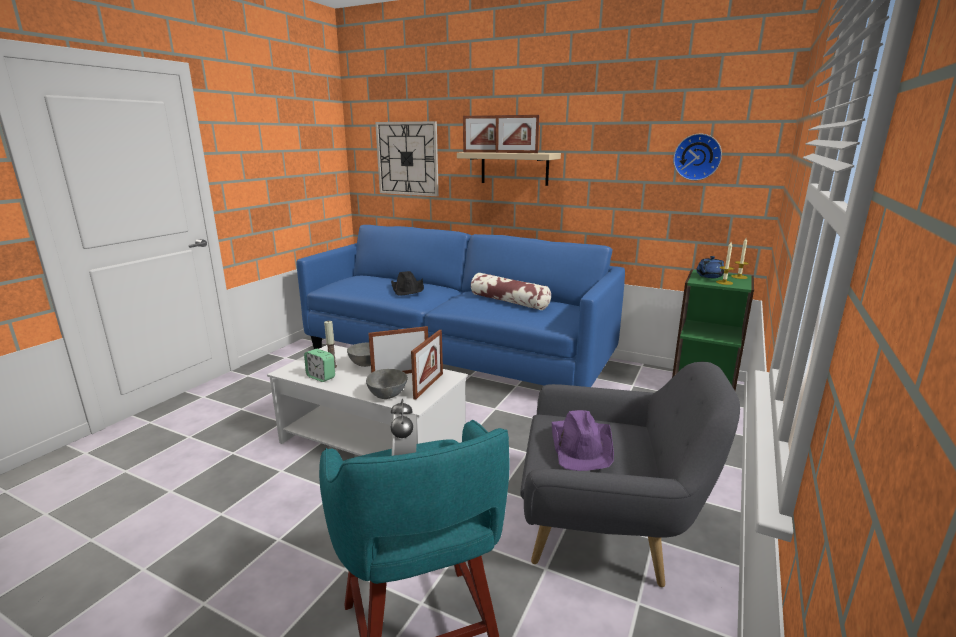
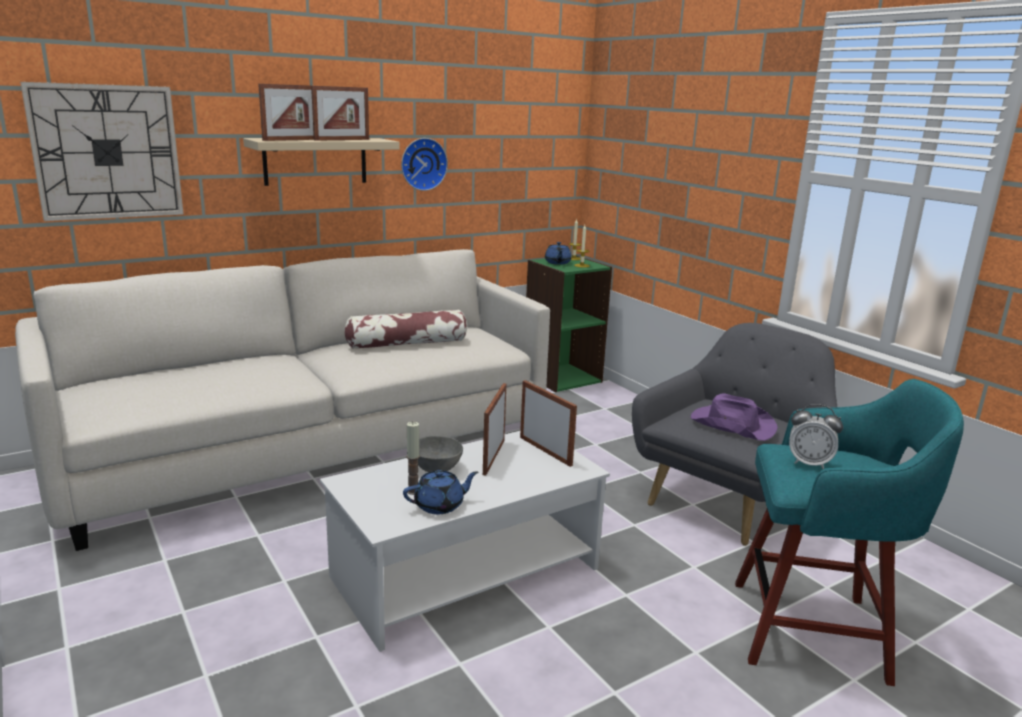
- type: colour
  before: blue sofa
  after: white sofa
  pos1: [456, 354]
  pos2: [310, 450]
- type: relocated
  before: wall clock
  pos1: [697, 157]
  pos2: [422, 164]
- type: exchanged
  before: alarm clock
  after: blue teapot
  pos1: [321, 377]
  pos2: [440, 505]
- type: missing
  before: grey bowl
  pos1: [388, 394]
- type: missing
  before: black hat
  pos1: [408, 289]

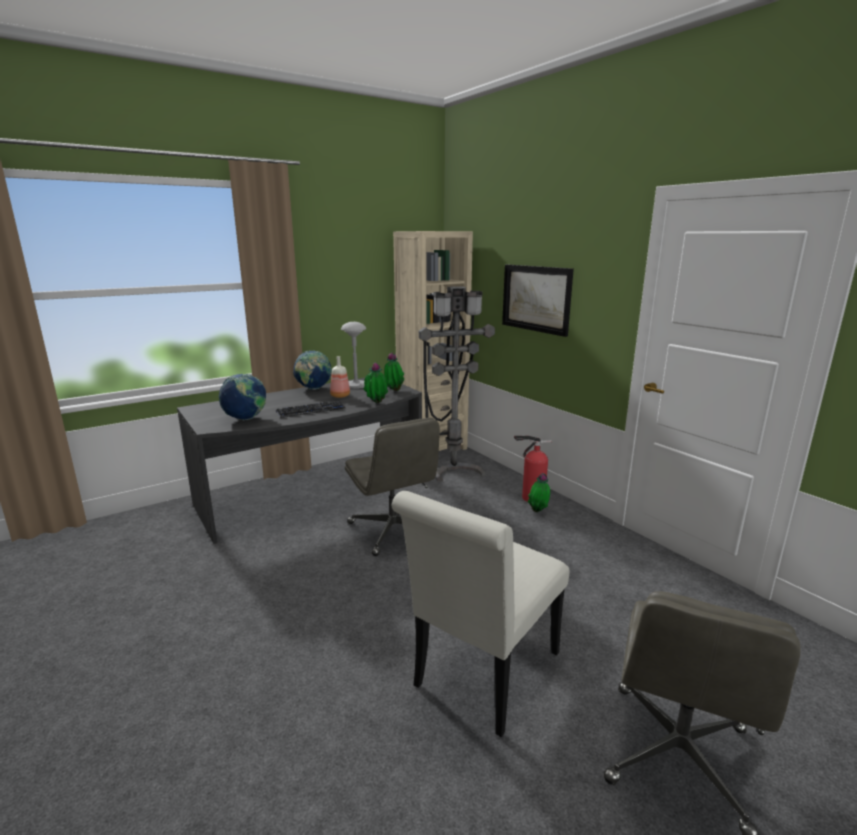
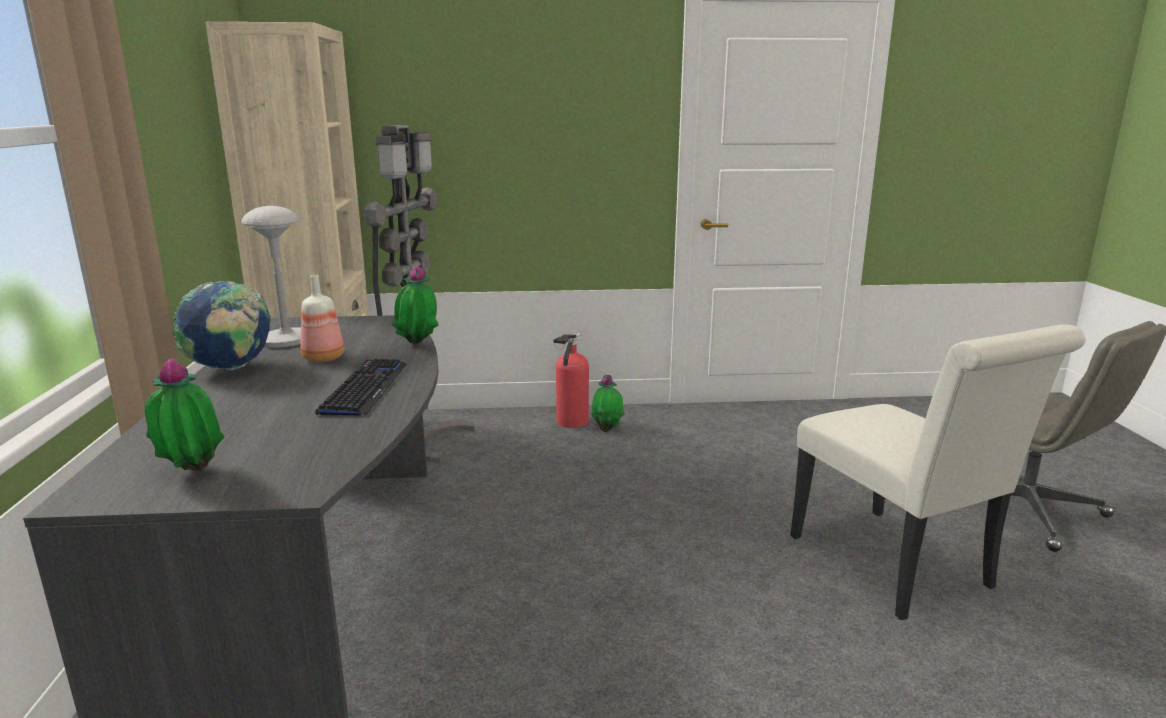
- type: relocated
  before: potted plant
  pos1: [393, 391]
  pos2: [191, 473]
- type: missing
  before: globe
  pos1: [246, 419]
- type: missing
  before: grey office chair
  pos1: [393, 531]
- type: missing
  before: picture
  pos1: [536, 298]

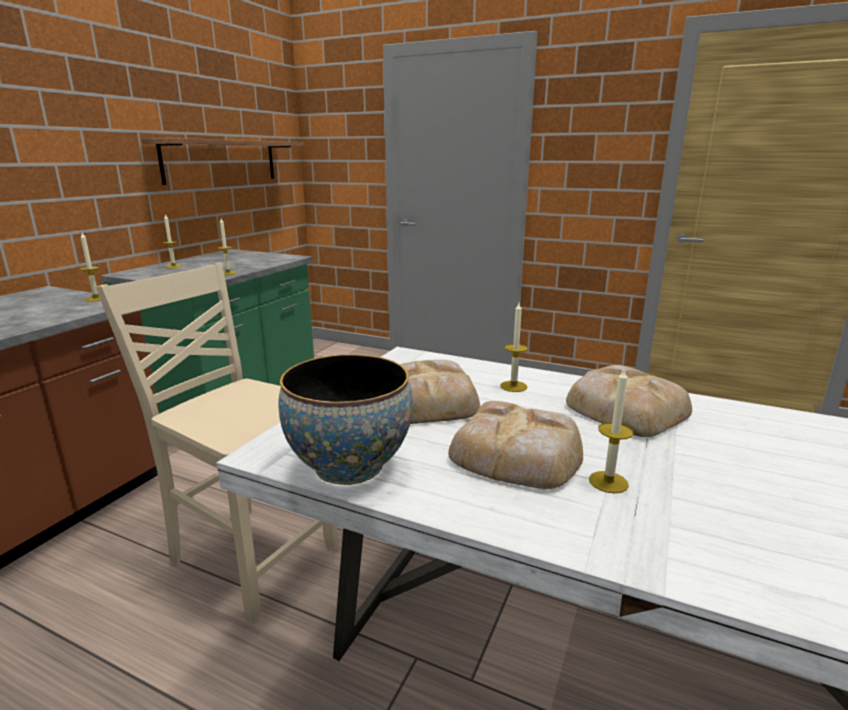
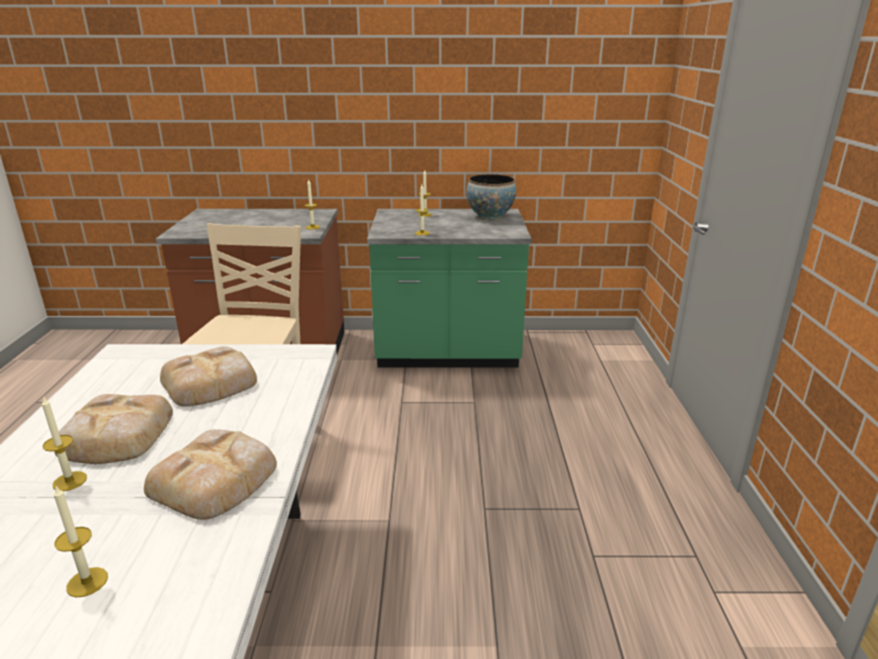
- type: relocated
  before: candle
  pos1: [513, 386]
  pos2: [87, 582]
- type: relocated
  before: bowl
  pos1: [349, 466]
  pos2: [490, 216]
- type: missing
  before: shelf
  pos1: [221, 161]

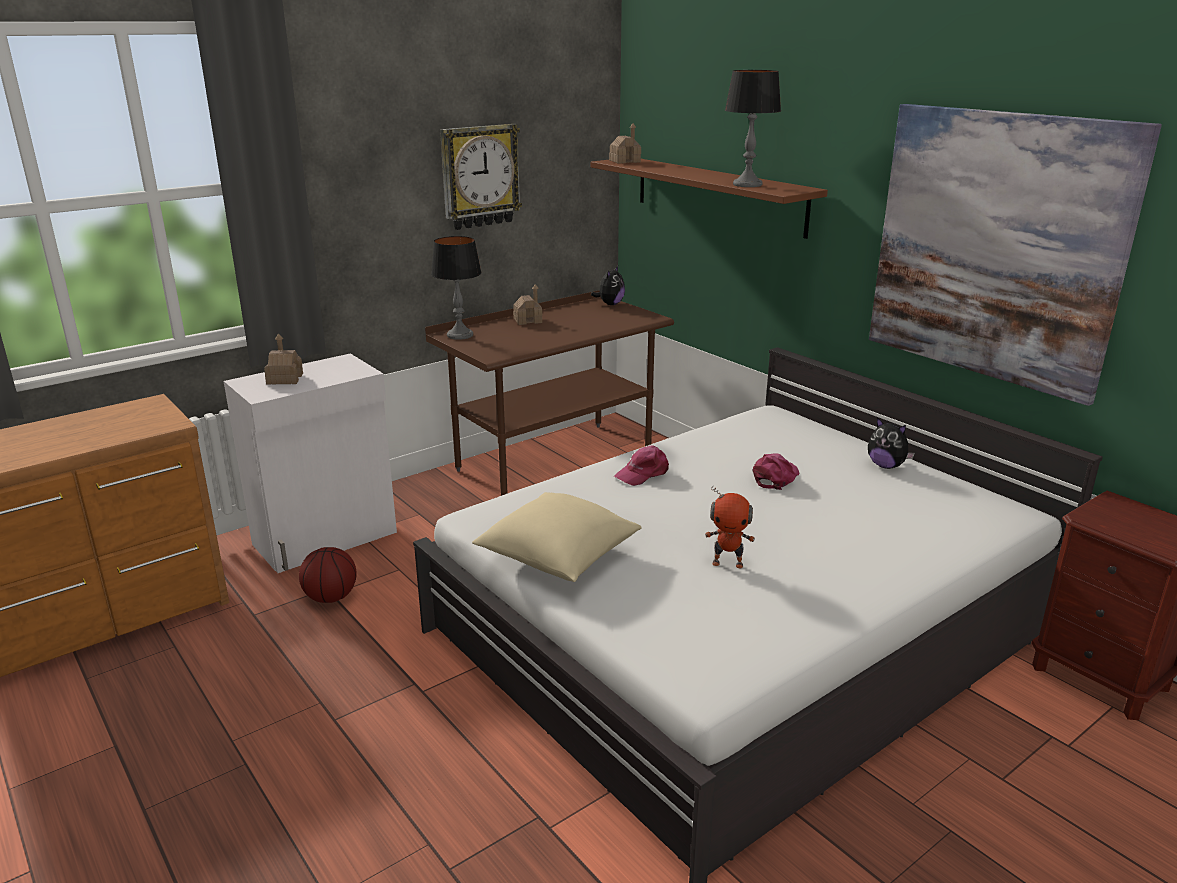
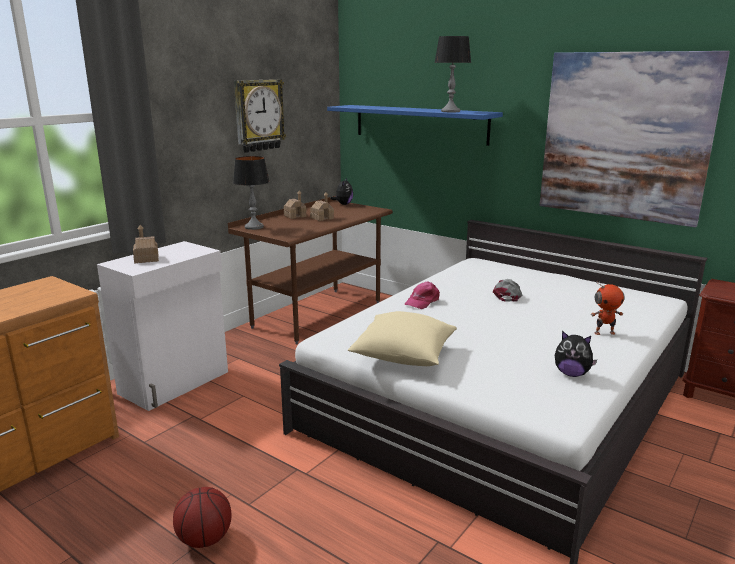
- type: relocated
  before: basketball
  pos1: [330, 597]
  pos2: [204, 539]
- type: relocated
  before: toy house
  pos1: [625, 161]
  pos2: [322, 218]
- type: colour
  before: brown shelf
  after: blue shelf
  pos1: [718, 195]
  pos2: [419, 124]
- type: colour
  before: pink cap
  after: grey cap
  pos1: [775, 477]
  pos2: [508, 295]
- type: relocated
  before: plush toy
  pos1: [886, 466]
  pos2: [572, 374]
- type: relocated
  before: toy robot
  pos1: [728, 563]
  pos2: [604, 332]

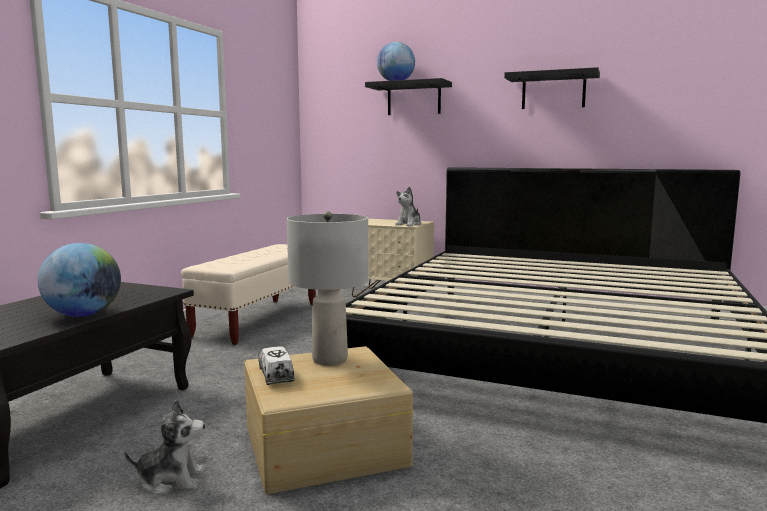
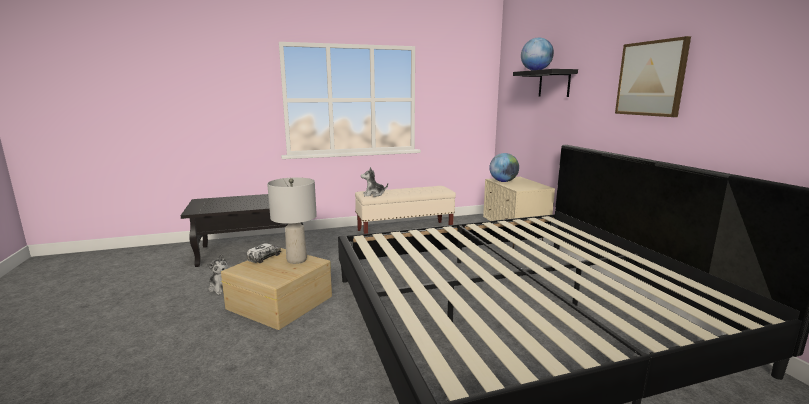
- type: relocated
  before: plush toy
  pos1: [409, 224]
  pos2: [373, 194]
- type: relocated
  before: globe
  pos1: [83, 315]
  pos2: [503, 181]
- type: exchanged
  before: black shelf
  after: picture
  pos1: [553, 91]
  pos2: [651, 78]

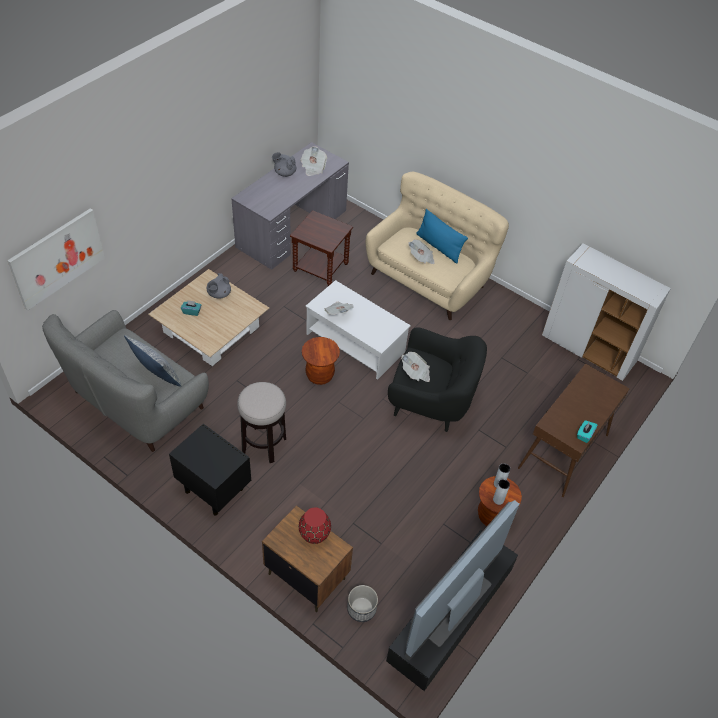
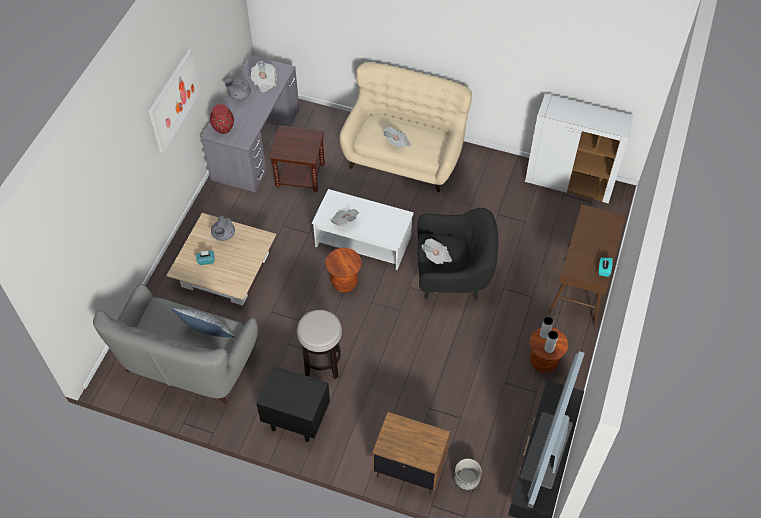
- type: relocated
  before: picture
  pos1: [57, 258]
  pos2: [174, 100]
- type: relocated
  before: red vase
  pos1: [314, 535]
  pos2: [223, 128]
- type: missing
  before: blue pillow
  pos1: [439, 247]

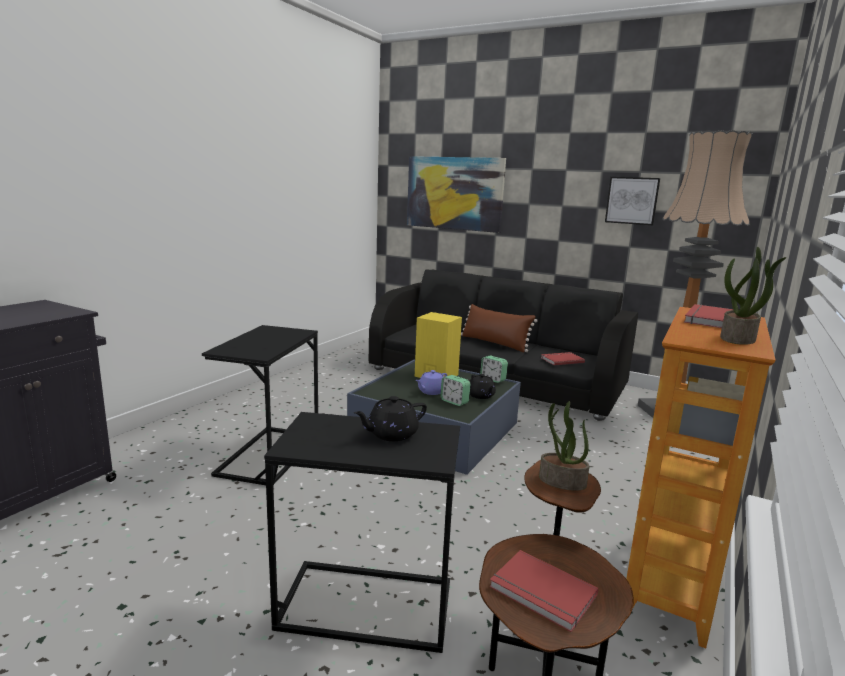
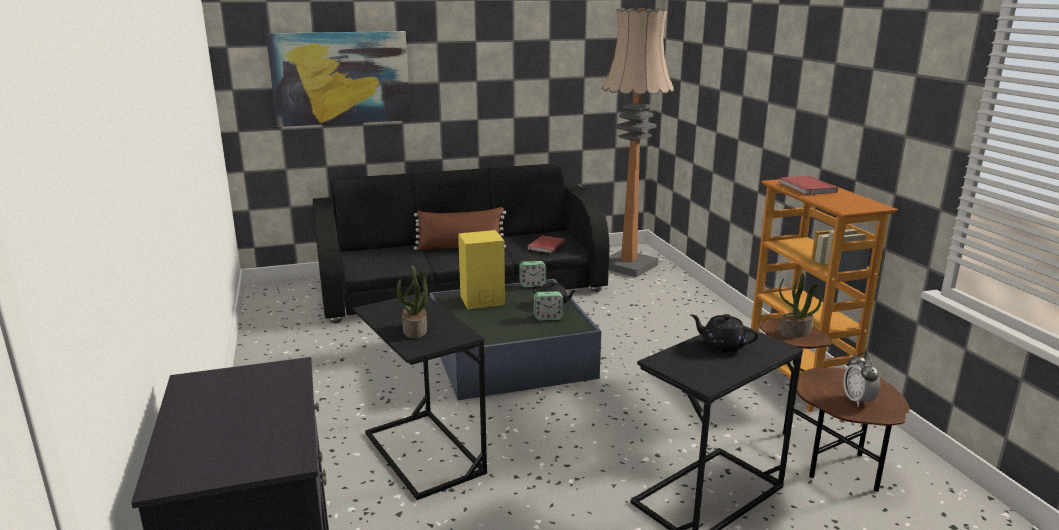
- type: relocated
  before: potted plant
  pos1: [738, 339]
  pos2: [415, 330]
- type: spun
  before: black teapot
  pos1: [391, 434]
  pos2: [722, 345]
  turn: 105
- type: exchanged
  before: red book
  after: alarm clock
  pos1: [542, 593]
  pos2: [858, 400]
- type: missing
  before: purple teapot
  pos1: [431, 391]
- type: missing
  before: picture
  pos1: [632, 200]

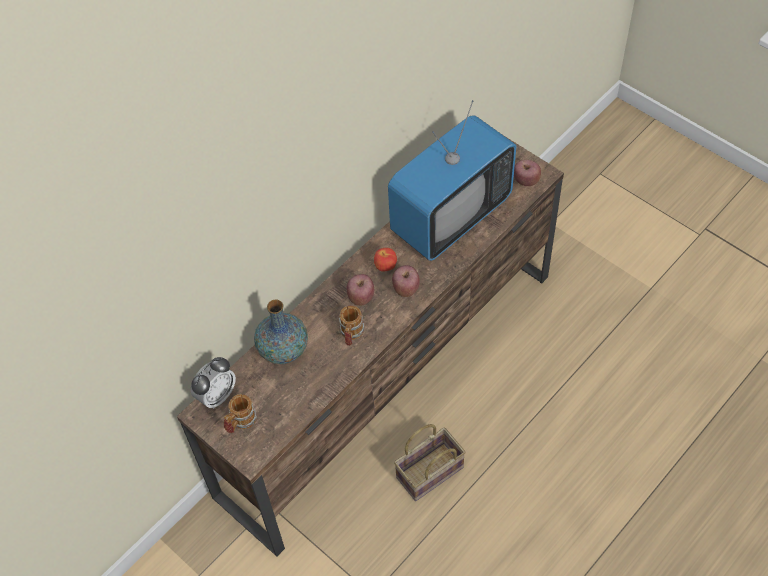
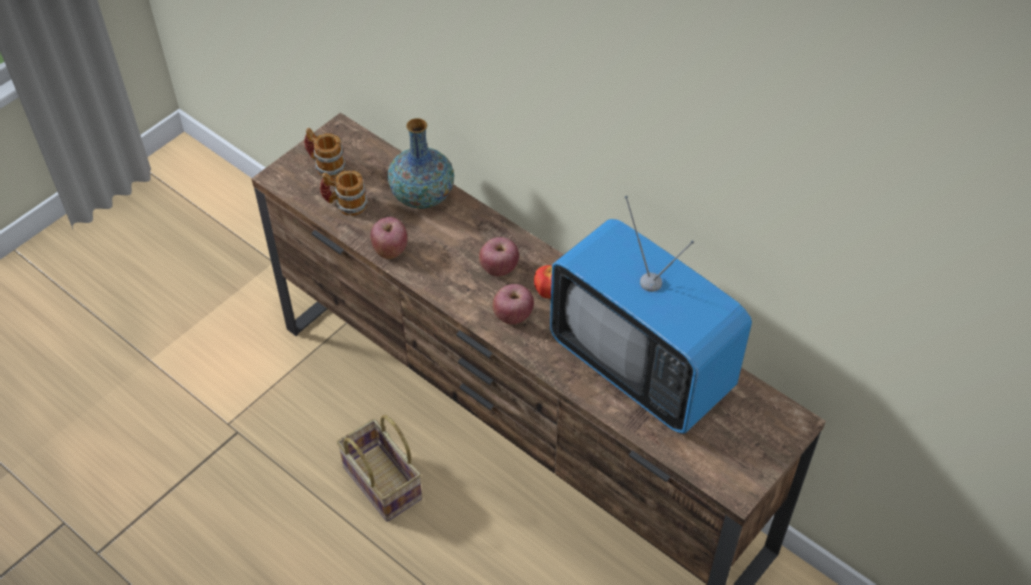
- type: relocated
  before: mug
  pos1: [351, 334]
  pos2: [345, 204]
- type: relocated
  before: apple
  pos1: [526, 181]
  pos2: [390, 249]
- type: missing
  before: alarm clock
  pos1: [217, 395]

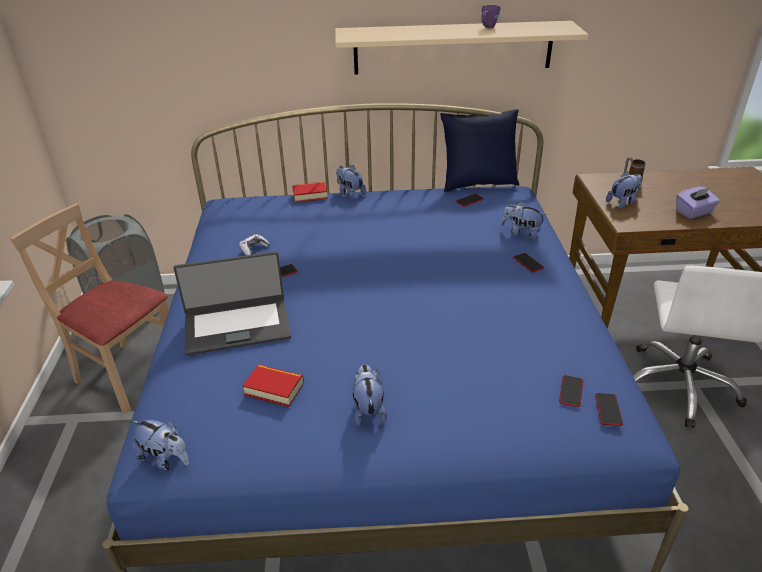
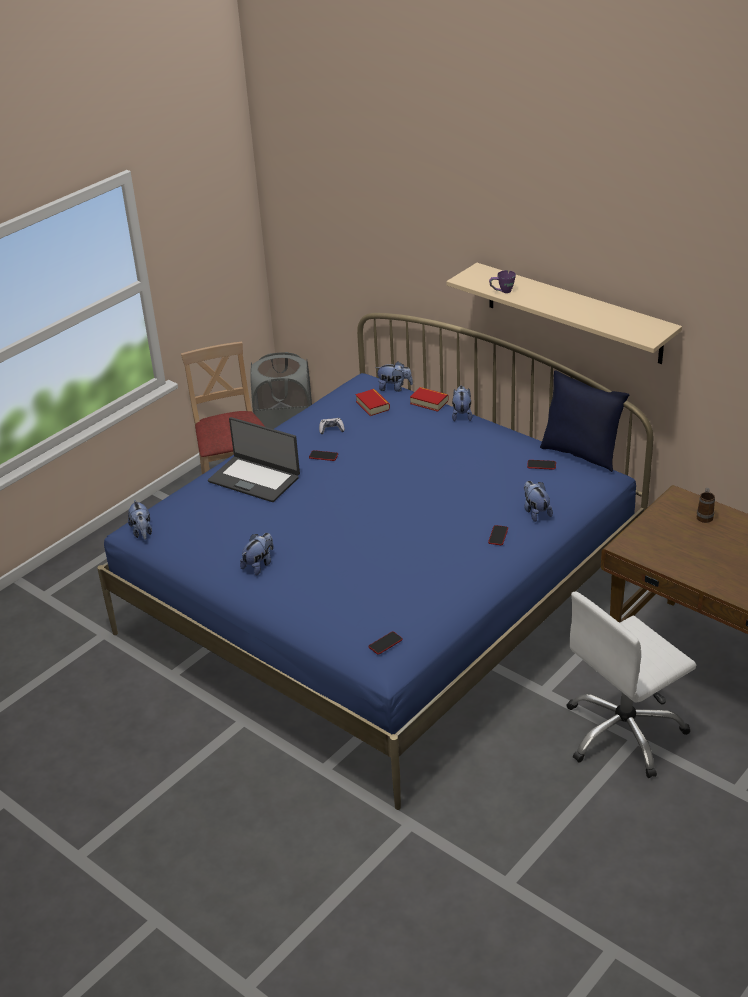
- type: relocated
  before: book
  pos1: [274, 389]
  pos2: [372, 405]
- type: relocated
  before: plush toy
  pos1: [622, 202]
  pos2: [394, 388]
- type: relocated
  before: purple mug
  pos1: [487, 28]
  pos2: [502, 291]
- type: missing
  before: phone
  pos1: [571, 391]
- type: missing
  before: purple tissue box
  pos1: [694, 212]

